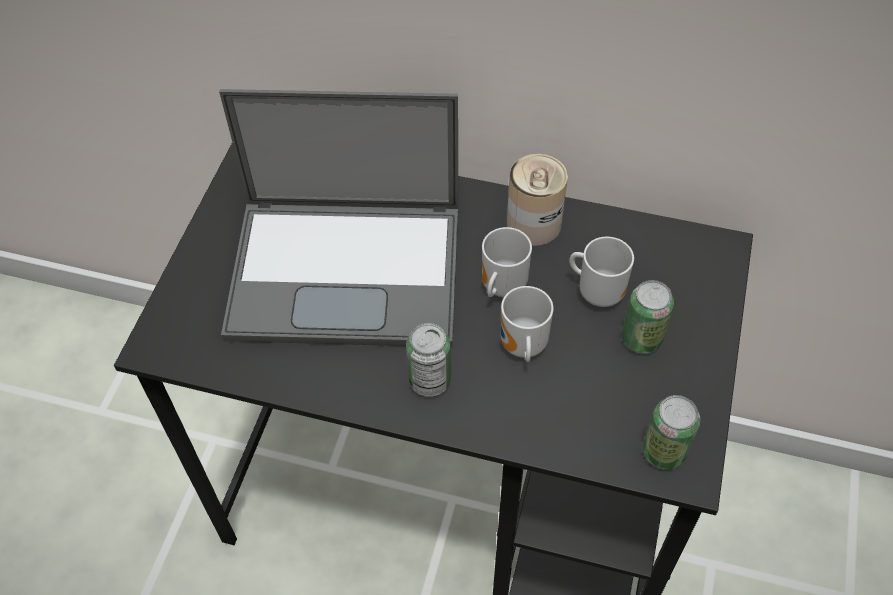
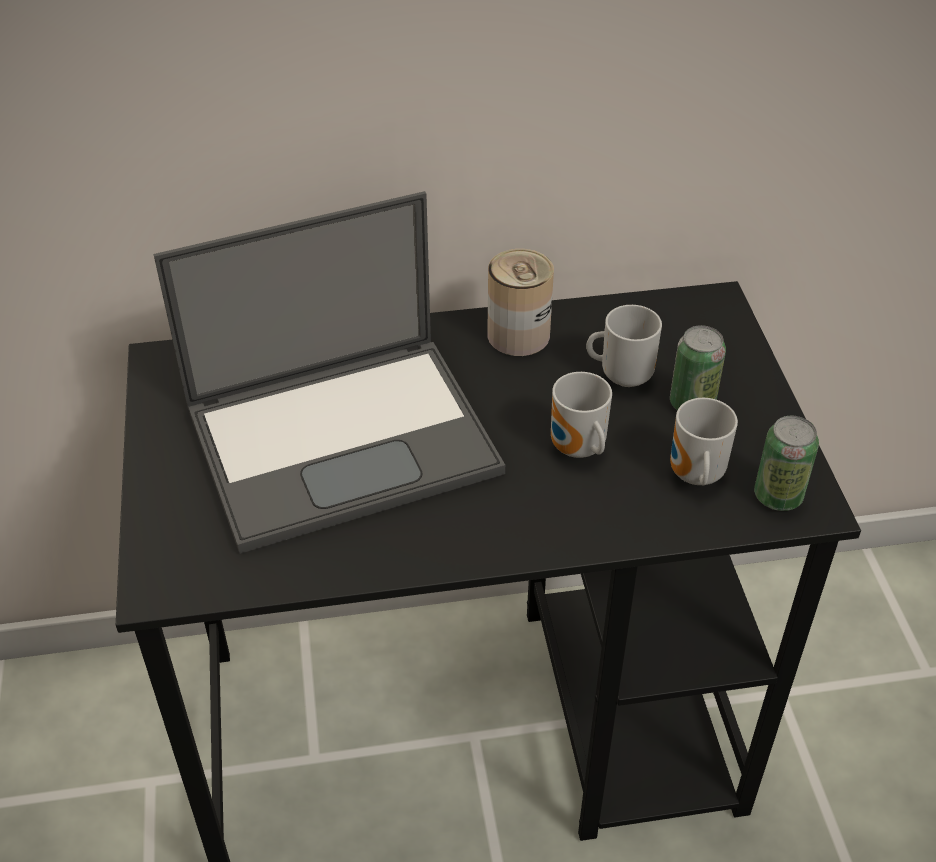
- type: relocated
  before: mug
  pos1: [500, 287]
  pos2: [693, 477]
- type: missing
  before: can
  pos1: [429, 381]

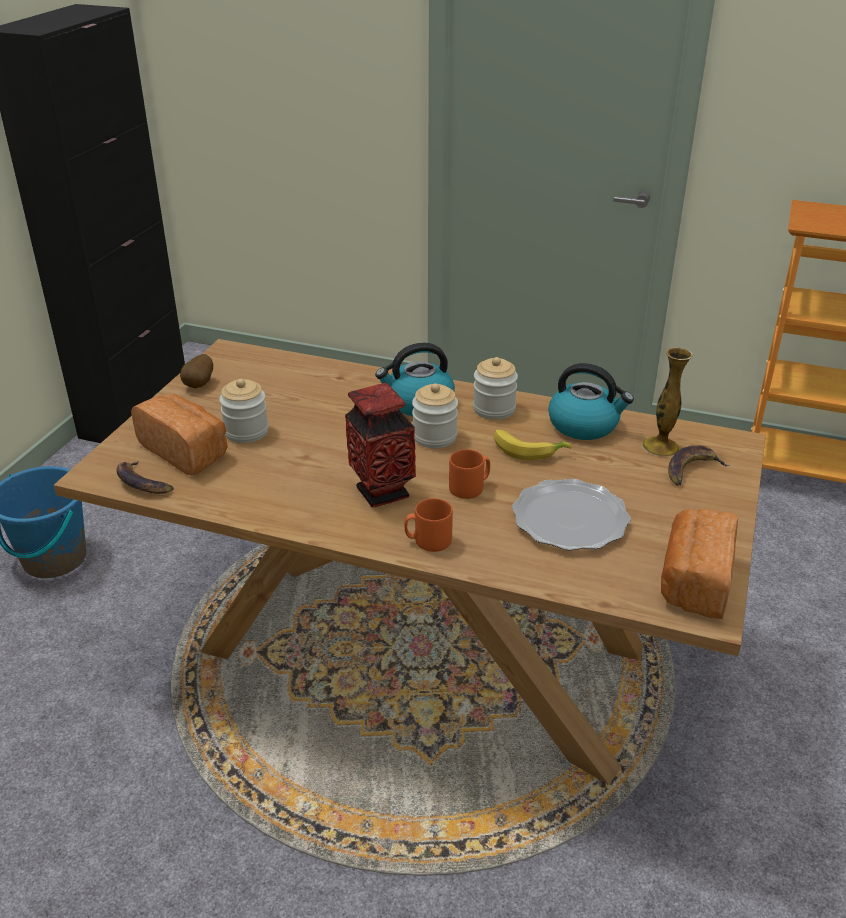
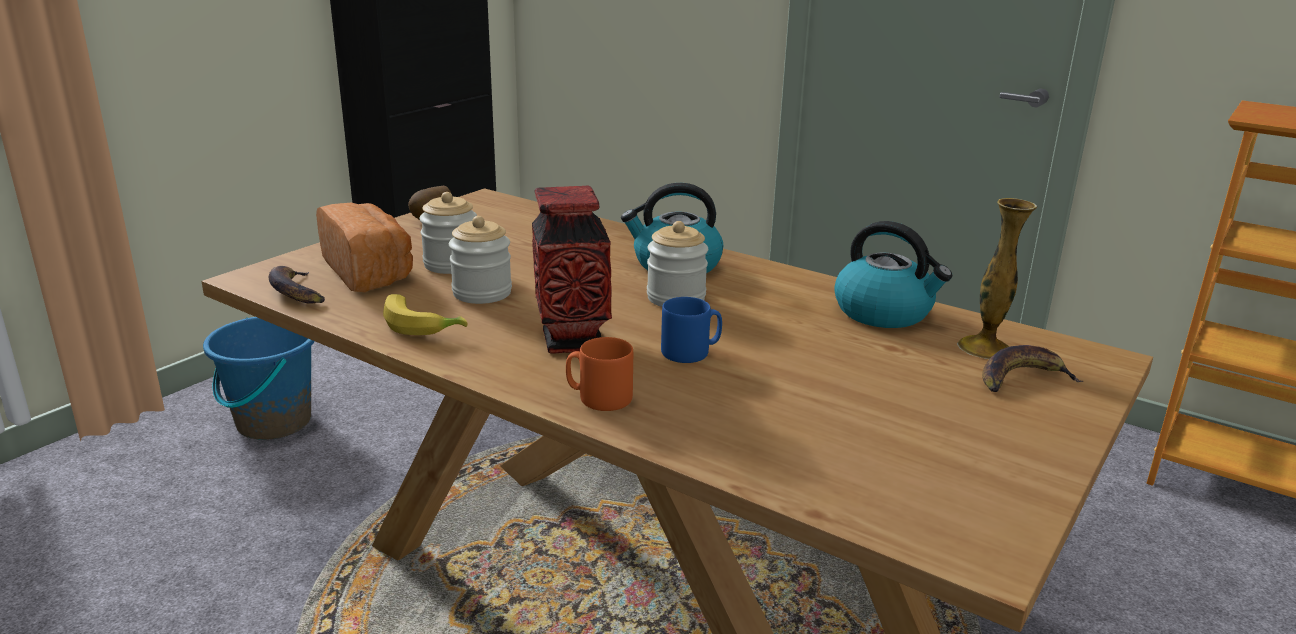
- type: relocated
  before: banana
  pos1: [528, 449]
  pos2: [423, 325]
- type: relocated
  before: jar
  pos1: [494, 409]
  pos2: [482, 293]
- type: colour
  before: orange mug
  after: blue mug
  pos1: [470, 488]
  pos2: [691, 352]
- type: missing
  before: plate
  pos1: [570, 518]
- type: missing
  before: bread
  pos1: [693, 582]

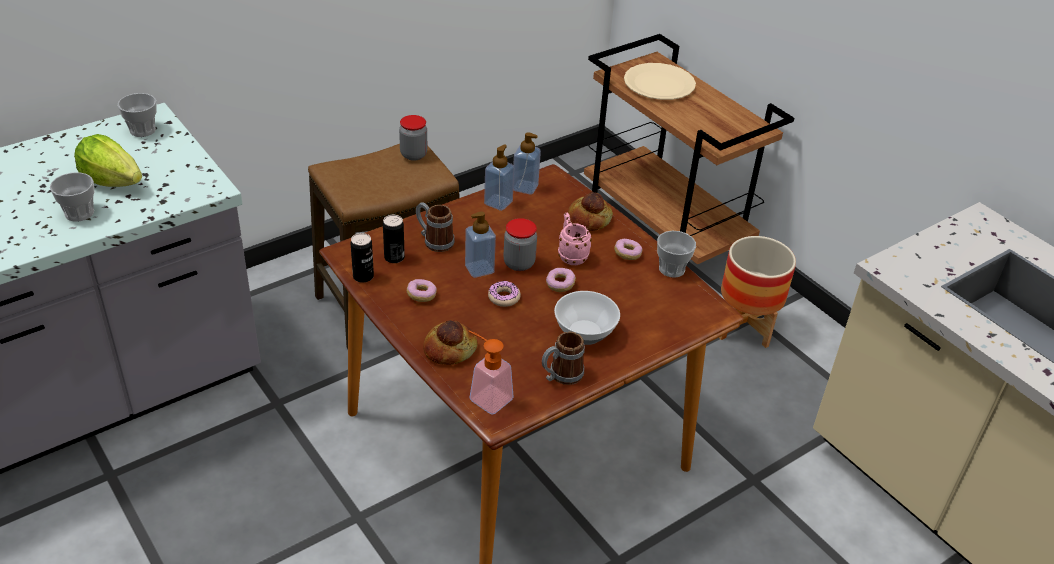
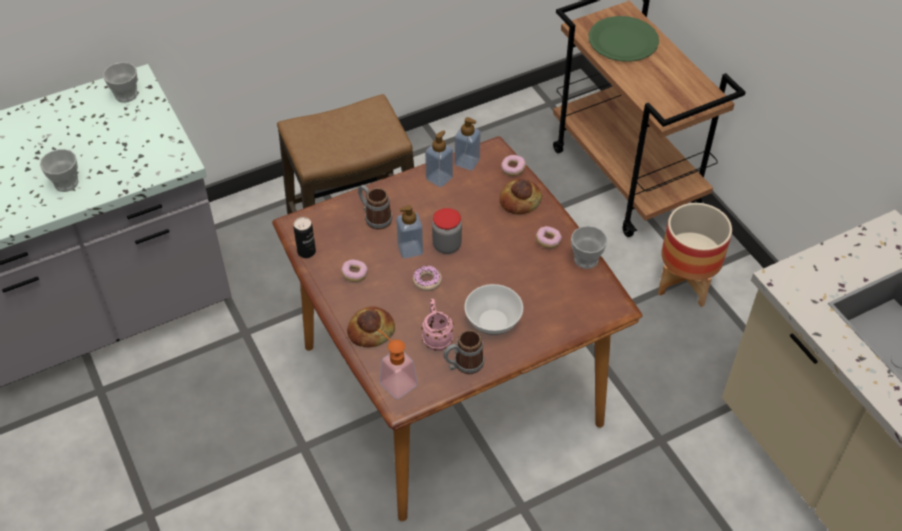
- type: relocated
  before: pink mug
  pos1: [571, 255]
  pos2: [436, 337]
- type: relocated
  before: donut
  pos1: [560, 285]
  pos2: [513, 169]
- type: colour
  before: beige plate
  after: green plate
  pos1: [659, 84]
  pos2: [623, 41]
- type: missing
  before: lettuce
  pos1: [112, 181]
- type: missing
  before: can
  pos1: [394, 257]
- type: missing
  before: jar
  pos1: [413, 155]

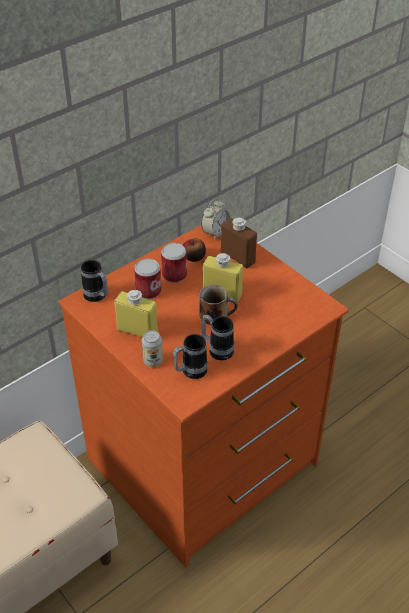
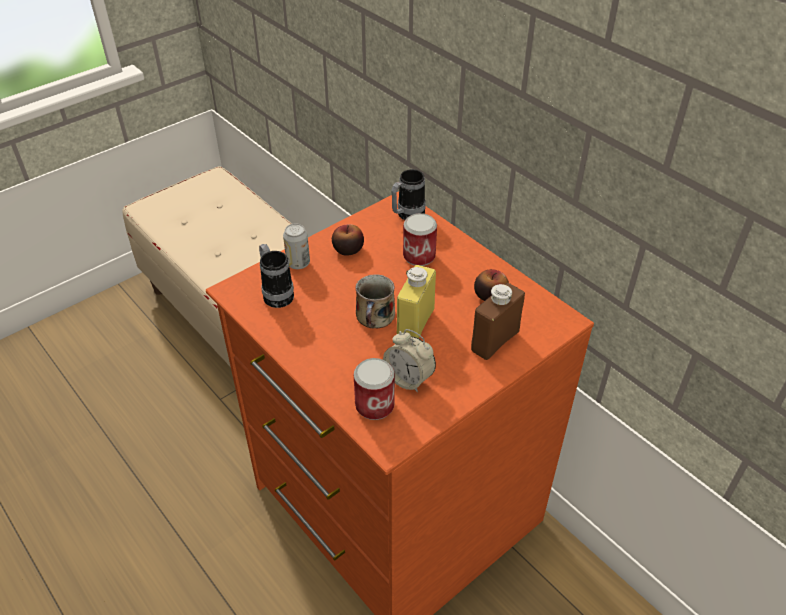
- type: exchanged
  before: yellow bottle
  after: apple
  pos1: [137, 331]
  pos2: [348, 249]
- type: relocated
  before: can
  pos1: [174, 275]
  pos2: [374, 405]
- type: relocated
  before: alarm clock
  pos1: [215, 233]
  pos2: [409, 379]
- type: missing
  before: mug
  pos1: [217, 350]

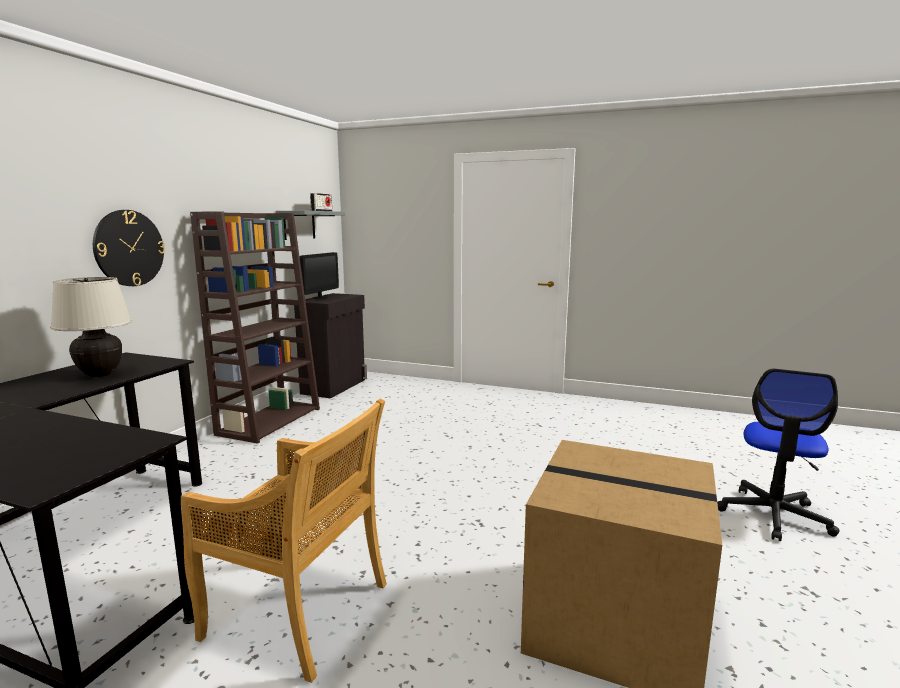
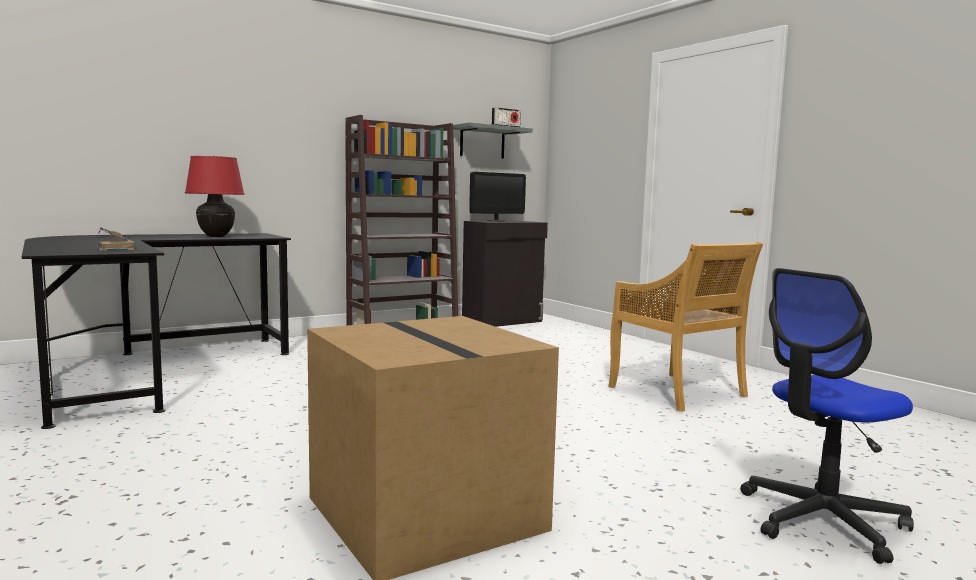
- type: appeared
  after: book
  pos2: [116, 248]
- type: colour
  before: beige table lamp
  after: red table lamp
  pos1: [100, 374]
  pos2: [216, 236]
- type: relocated
  before: beige chair
  pos1: [300, 612]
  pos2: [678, 392]
- type: missing
  before: wall clock
  pos1: [129, 248]

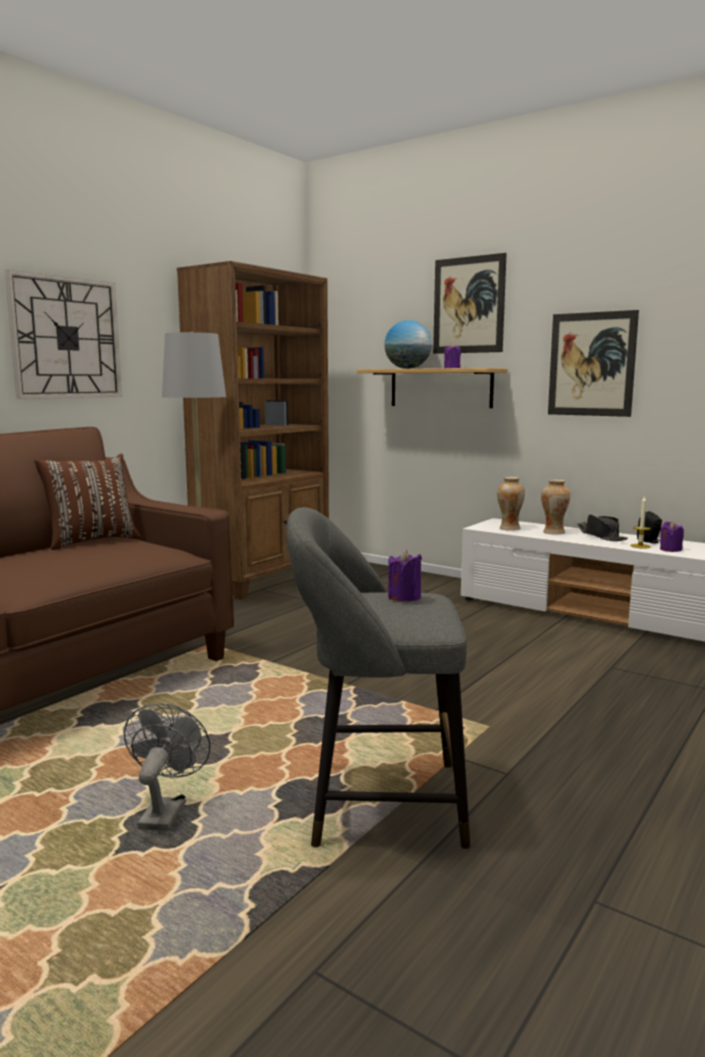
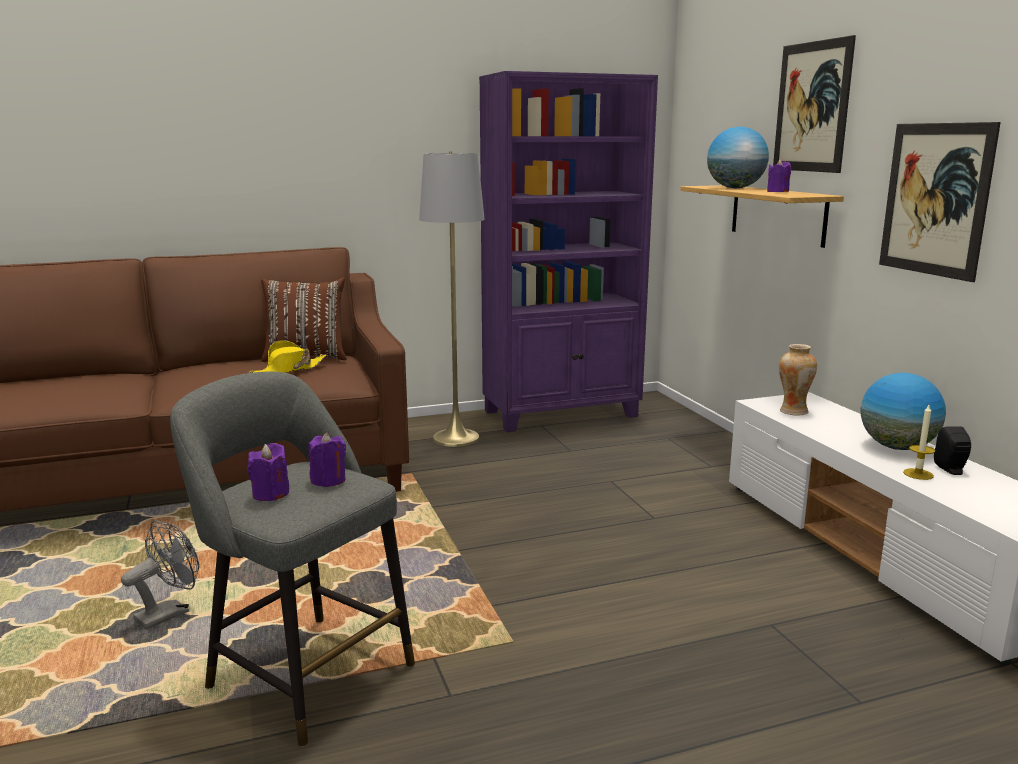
- type: relocated
  before: purple candle
  pos1: [670, 549]
  pos2: [270, 494]
- type: appeared
  after: yellow hat
  pos2: [289, 370]
- type: colour
  before: brown bookcase
  after: purple bookcase
  pos1: [264, 579]
  pos2: [562, 414]
- type: exchanged
  before: black hat
  after: globe
  pos1: [601, 536]
  pos2: [896, 447]
- type: missing
  before: wall clock
  pos1: [66, 338]
- type: missing
  before: vase
  pos1: [553, 532]

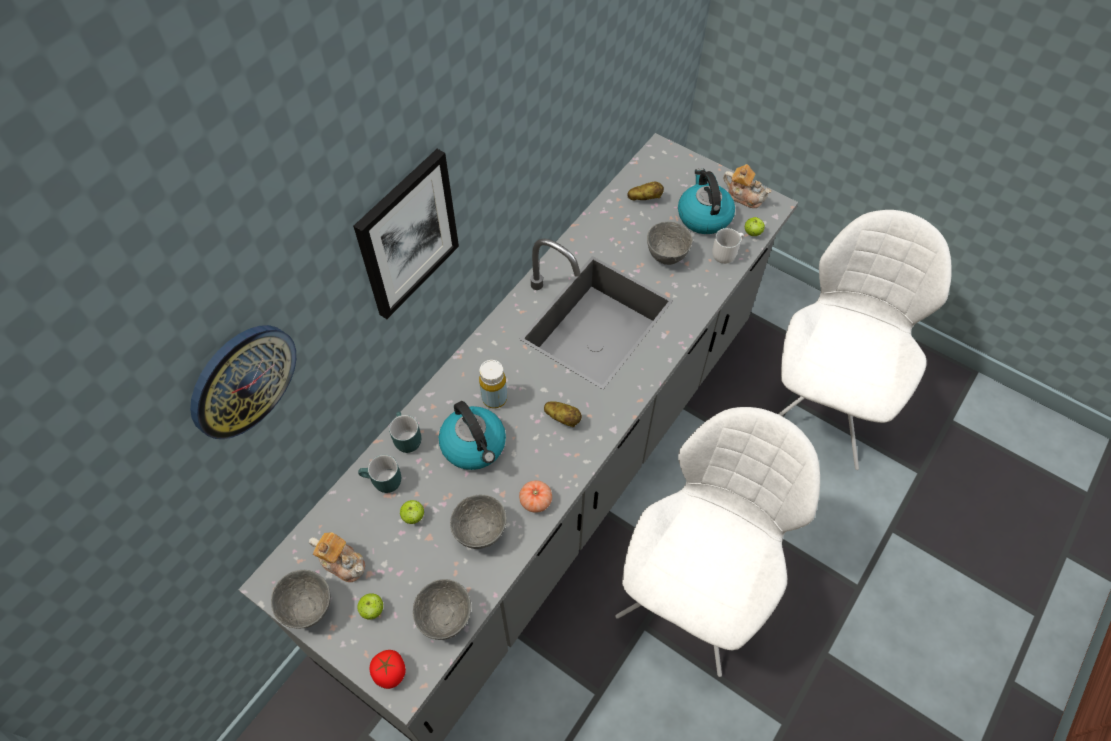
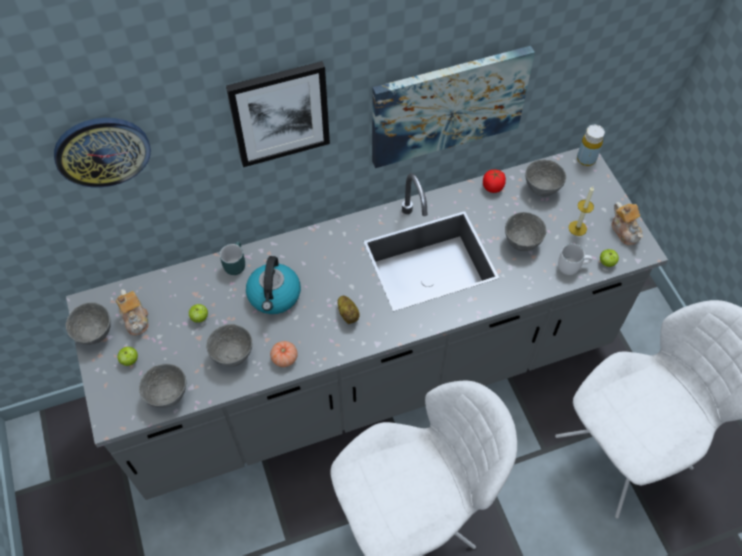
- type: appeared
  after: picture
  pos2: [448, 105]
- type: relocated
  before: tomato
  pos1: [390, 672]
  pos2: [493, 187]
- type: exchanged
  before: potato
  after: grey bowl
  pos1: [644, 198]
  pos2: [541, 189]
- type: exchanged
  before: kettle
  after: candle
  pos1: [703, 216]
  pos2: [577, 228]
- type: relocated
  before: yellow bottle
  pos1: [494, 398]
  pos2: [586, 159]
- type: missing
  before: turquoise mug
  pos1: [382, 483]

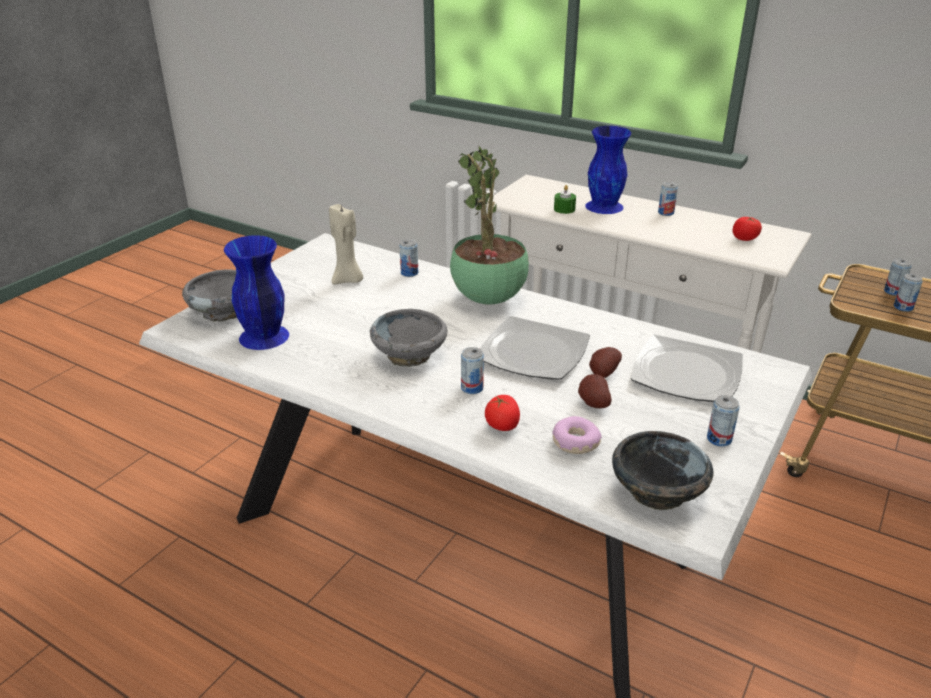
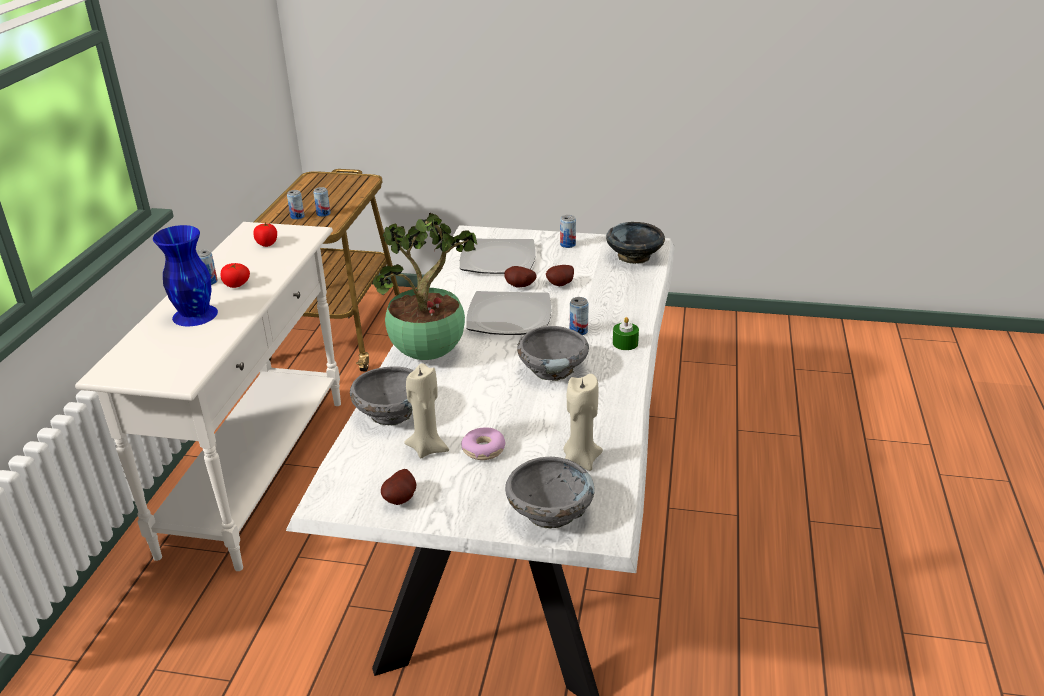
- type: relocated
  before: tomato
  pos1: [502, 425]
  pos2: [236, 285]
- type: exchanged
  before: can
  after: grey bowl
  pos1: [409, 273]
  pos2: [390, 412]
- type: appeared
  after: potato
  pos2: [402, 499]
- type: relocated
  before: donut
  pos1: [575, 442]
  pos2: [484, 450]
- type: exchanged
  before: blue vase
  after: beige candle
  pos1: [263, 337]
  pos2: [580, 461]
- type: relocated
  before: green candle
  pos1: [564, 209]
  pos2: [625, 343]

